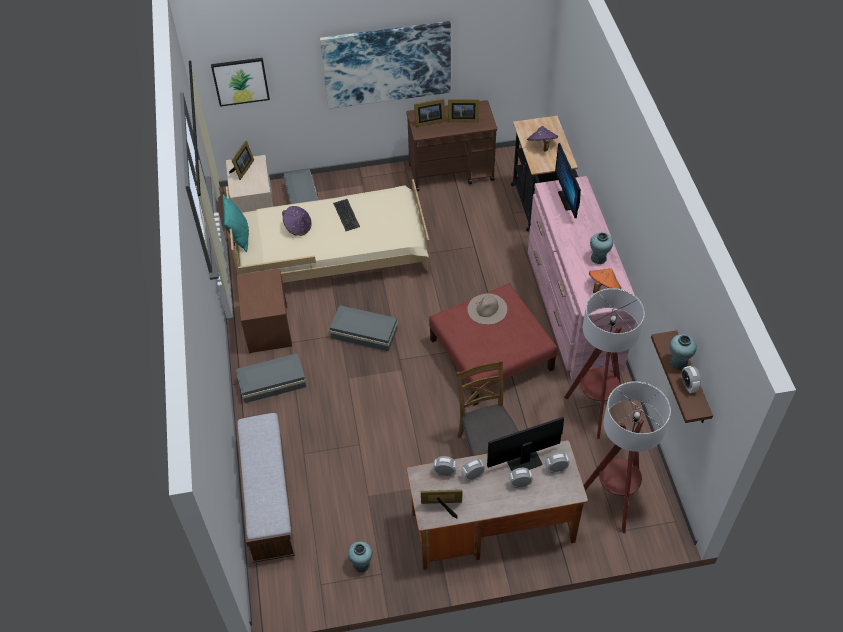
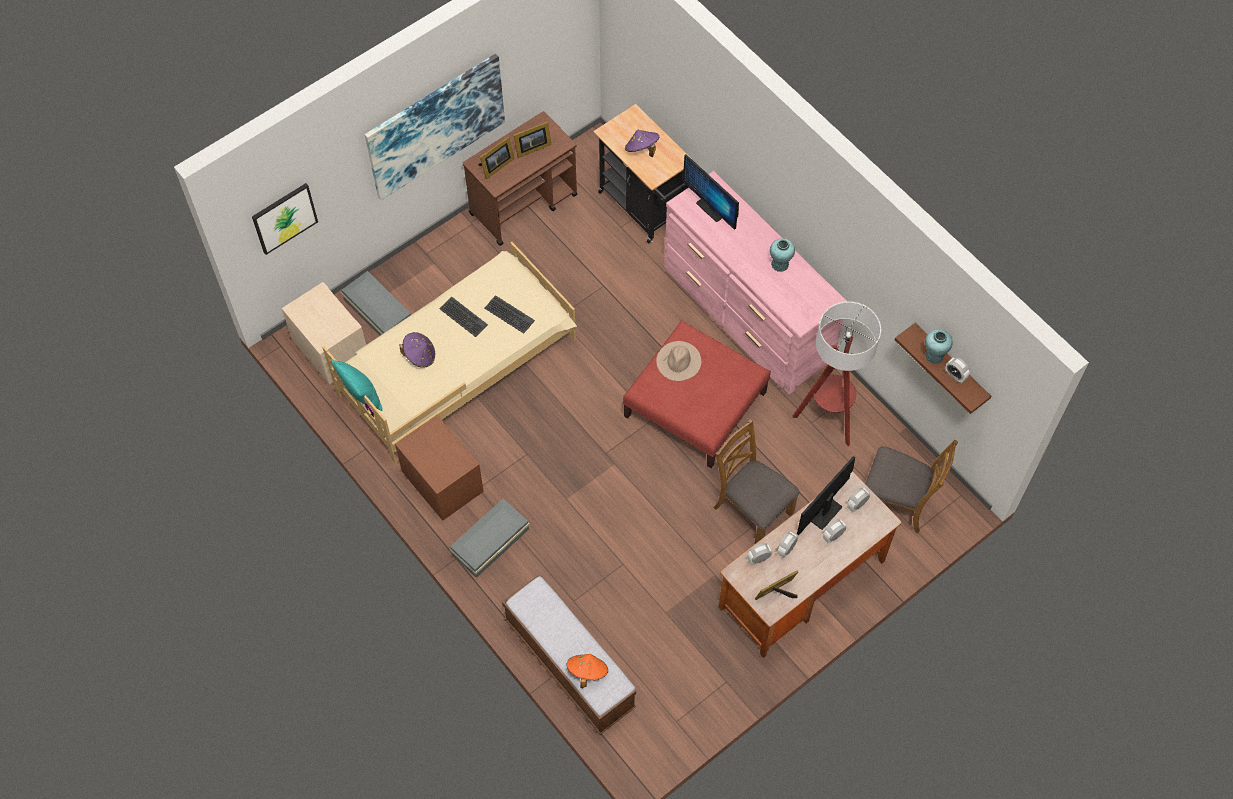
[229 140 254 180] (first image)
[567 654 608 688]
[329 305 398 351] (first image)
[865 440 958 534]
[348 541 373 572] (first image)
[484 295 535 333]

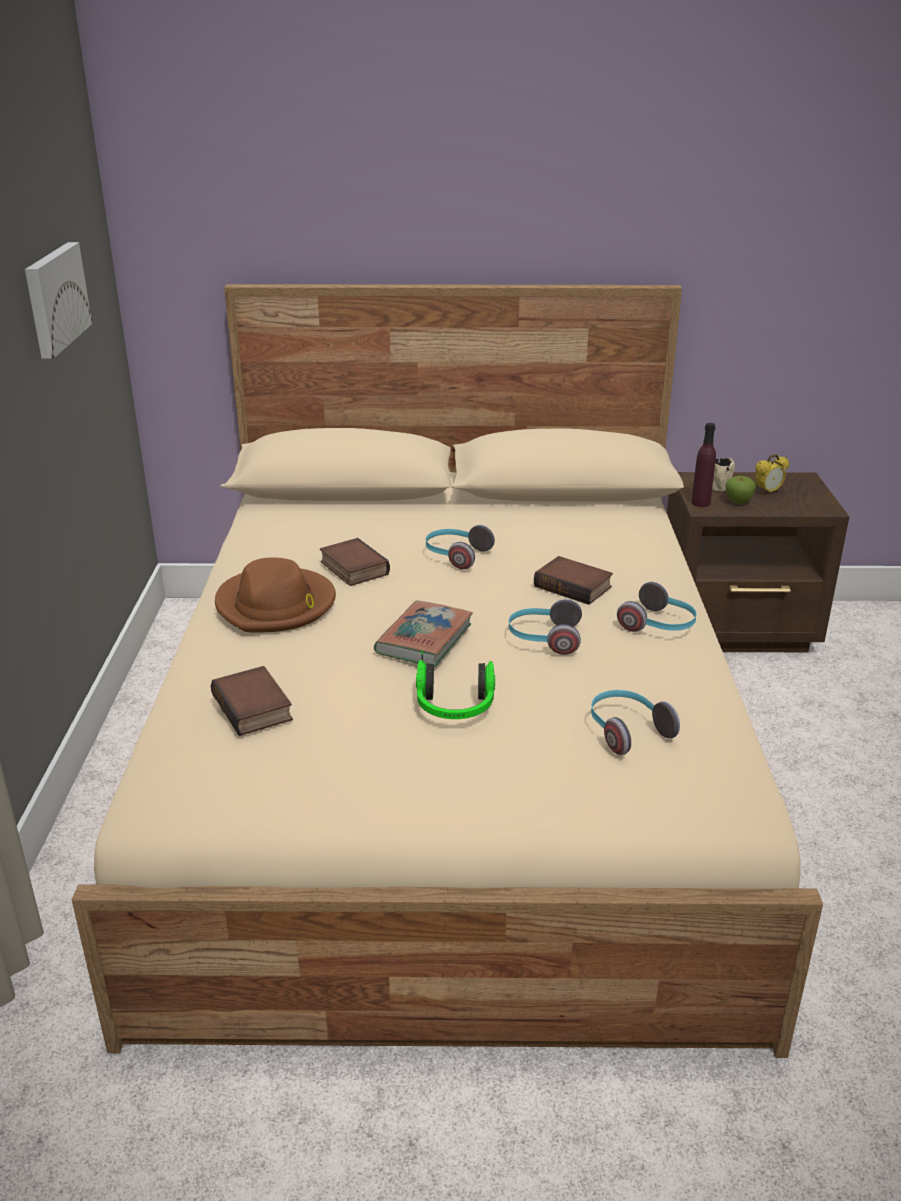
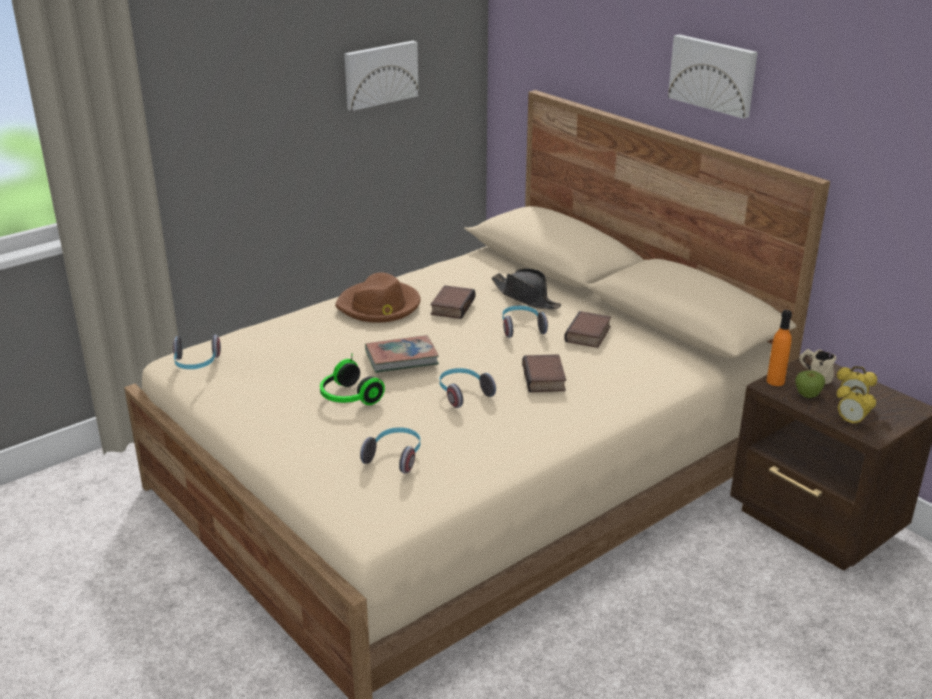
[767 310 792 386]
[173 335 221 369]
[564 311 611 348]
[668 34 758 119]
[491 268 561 310]
[837 386 876 427]

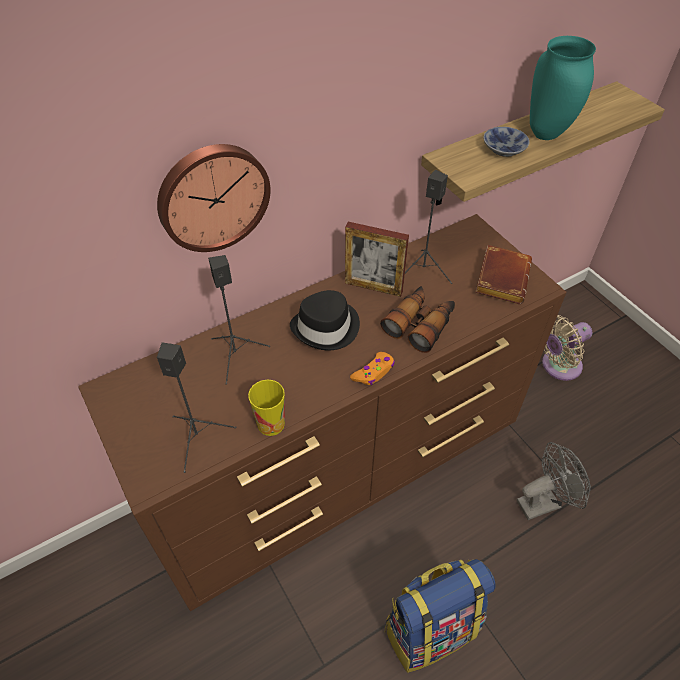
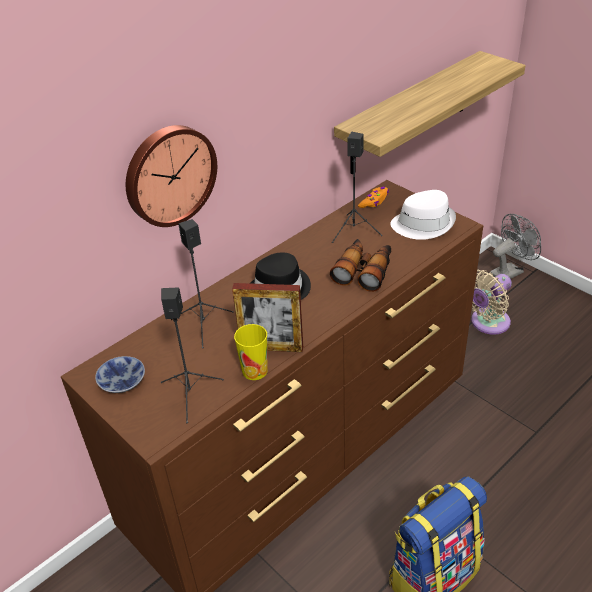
[530 36 596 140] (first image)
[95 356 145 393]
[232 283 303 352]
[390 190 456 240]
[358 187 389 208]
[490 214 541 279]

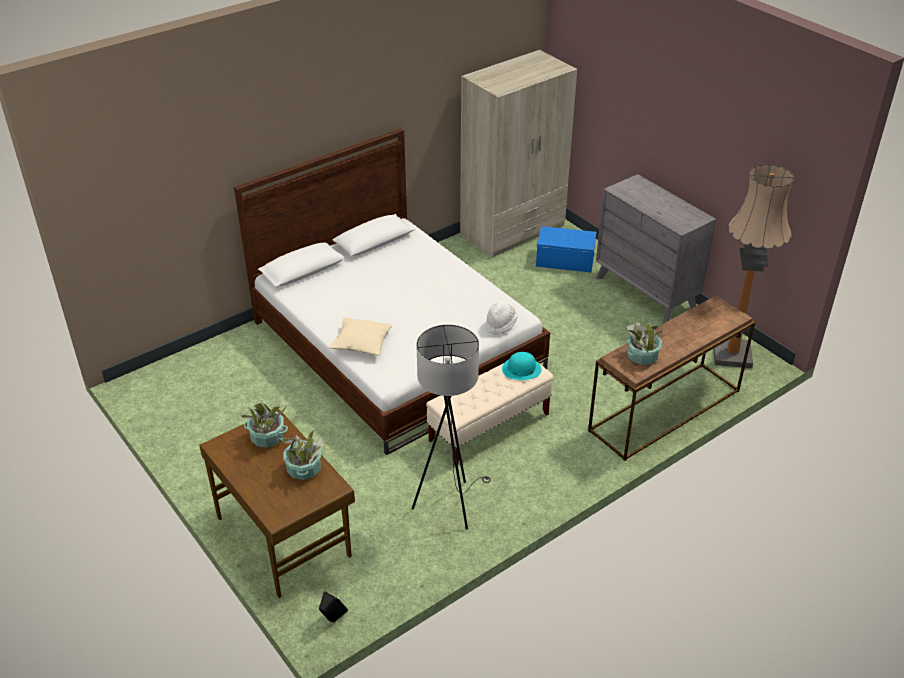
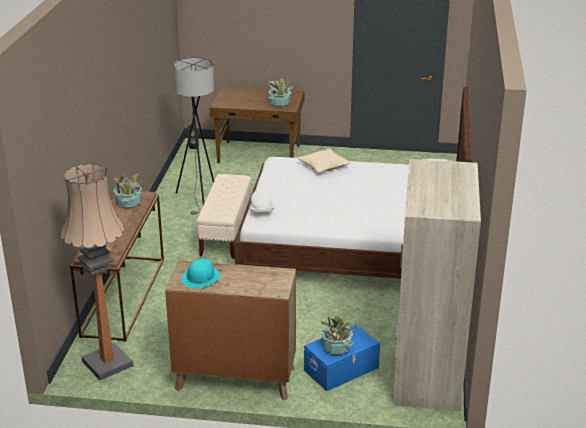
[165 260 296 401]
[181 259 221 288]
[320 316 359 355]

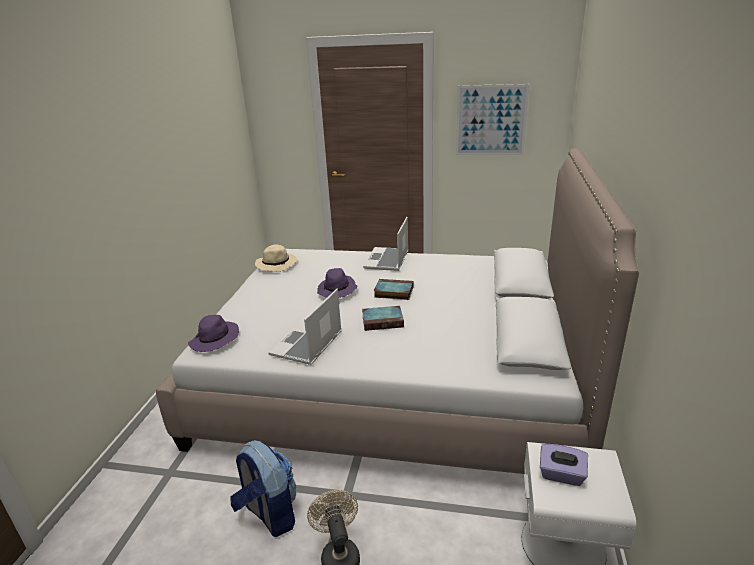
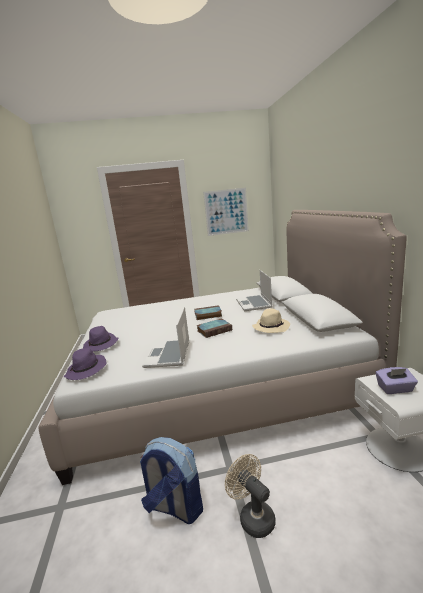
[236 270 272 311]
[252 308 290 333]
[83 326 119 352]

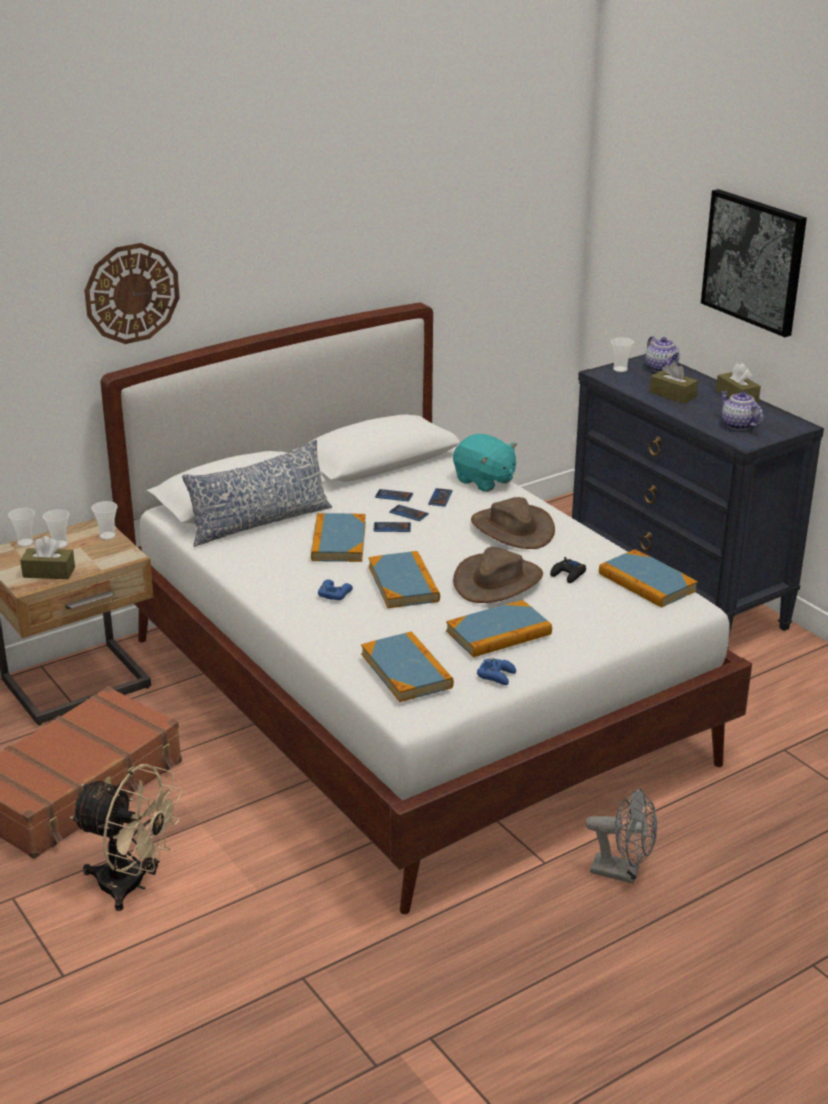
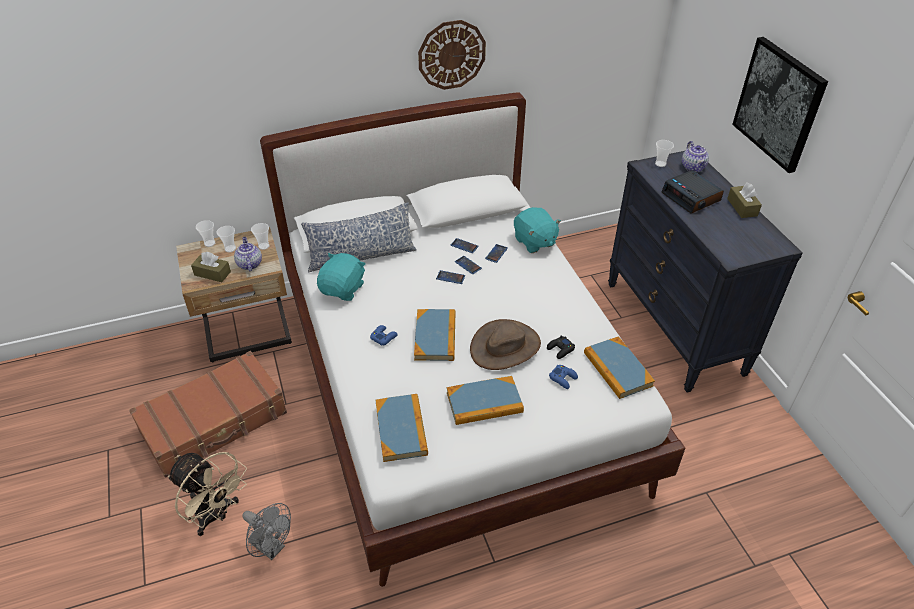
[418 20 486 90]
[661 170 724 214]
[234 237 262 272]
[471 497 555 549] (first image)
[311 513 366 562] (first image)
[549 365 578 389]
[242 503 291 560]
[317 253 365 301]

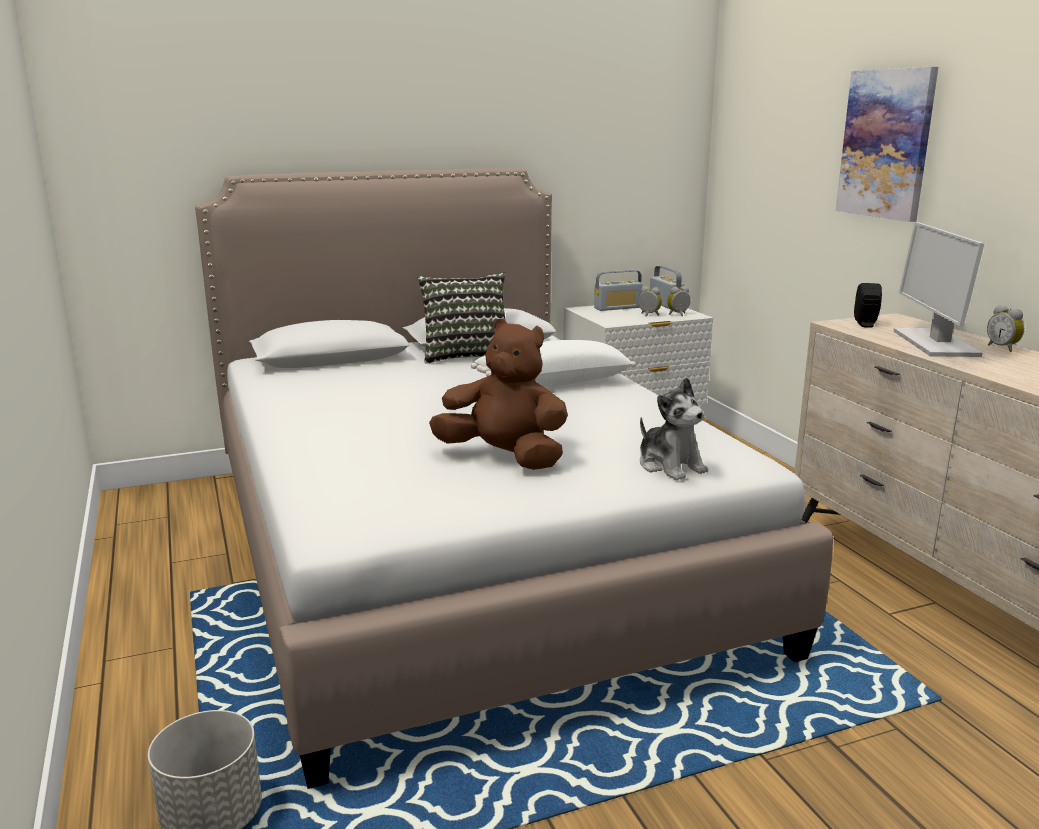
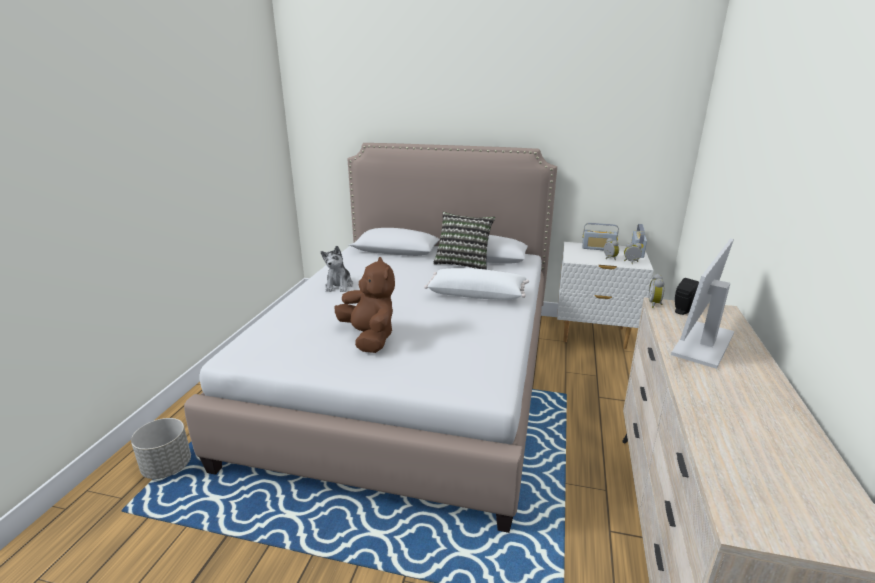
[836 67 938 222] (first image)
[649 274 665 308]
[321 246 353 292]

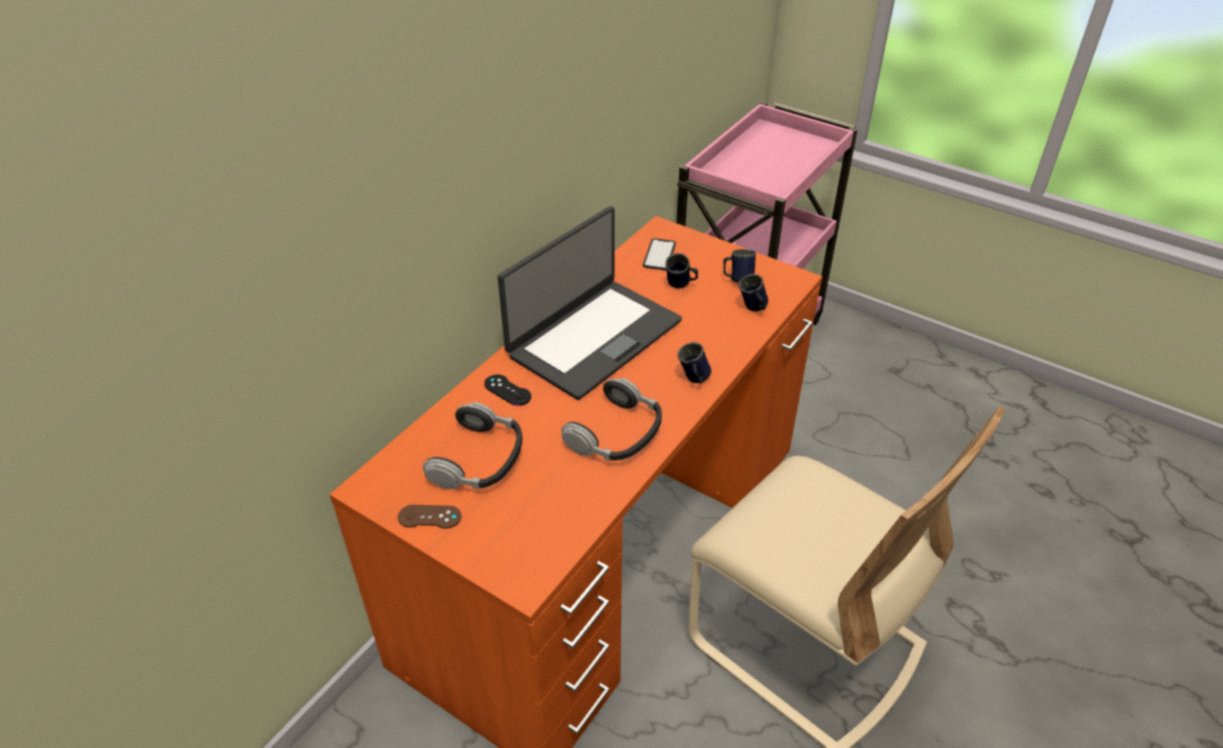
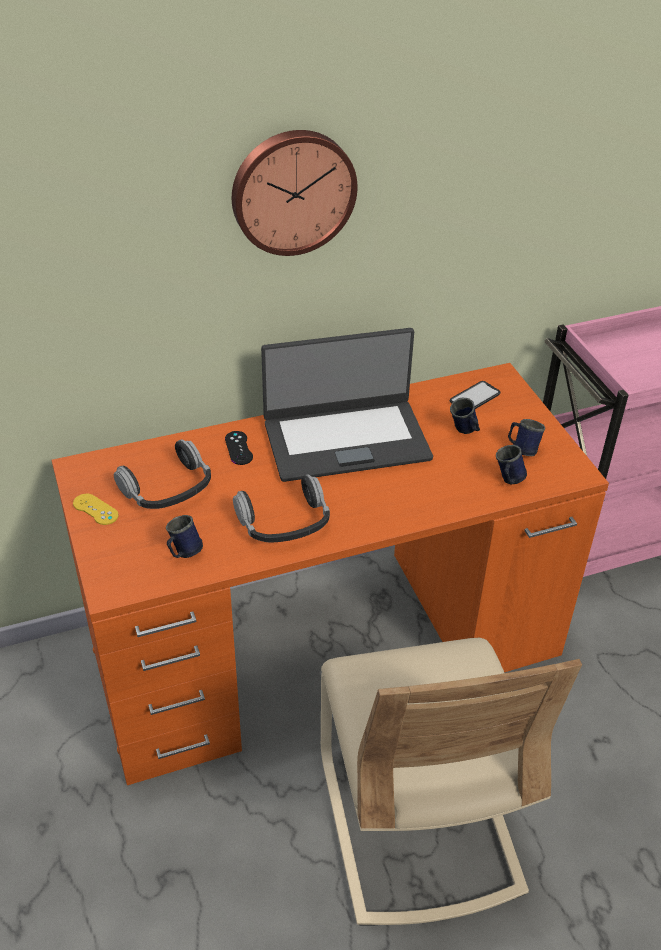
[166 515 203 558]
[73 494 119 525]
[232 130 358 256]

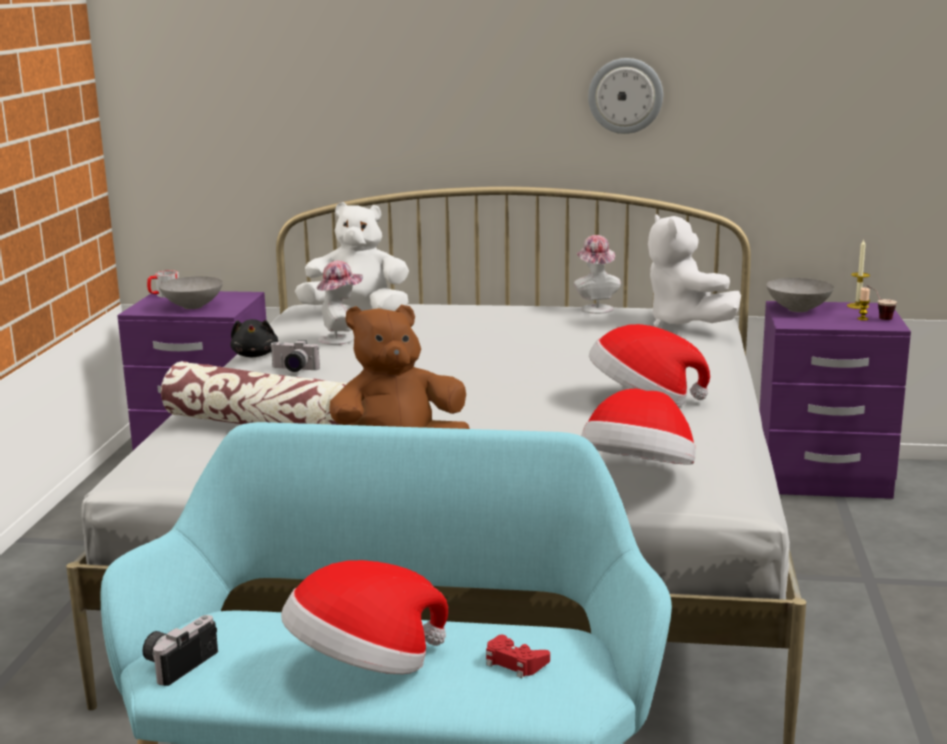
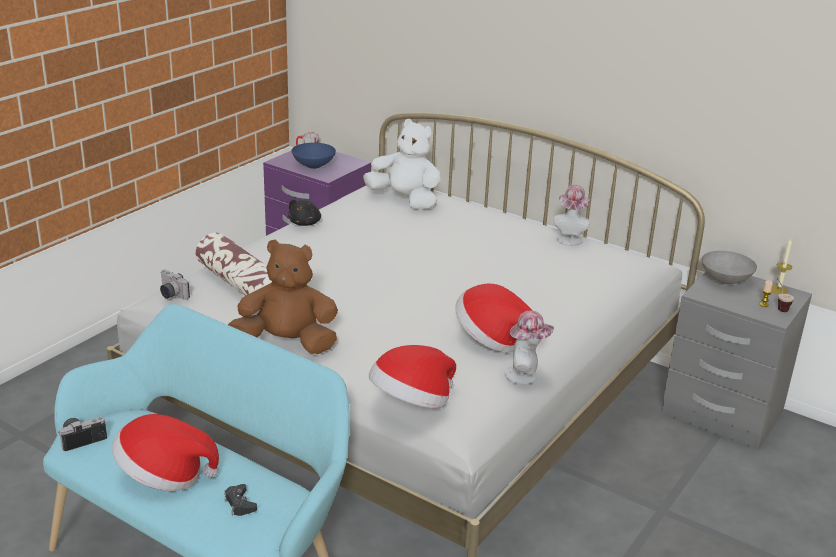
[588 58 663 134] (first image)
[648 214 741 328] (first image)
[505 310 554 384]
[291 143 336 169]
[662 272 812 450]
[160 270 190 300]
[224 484 257 516]

